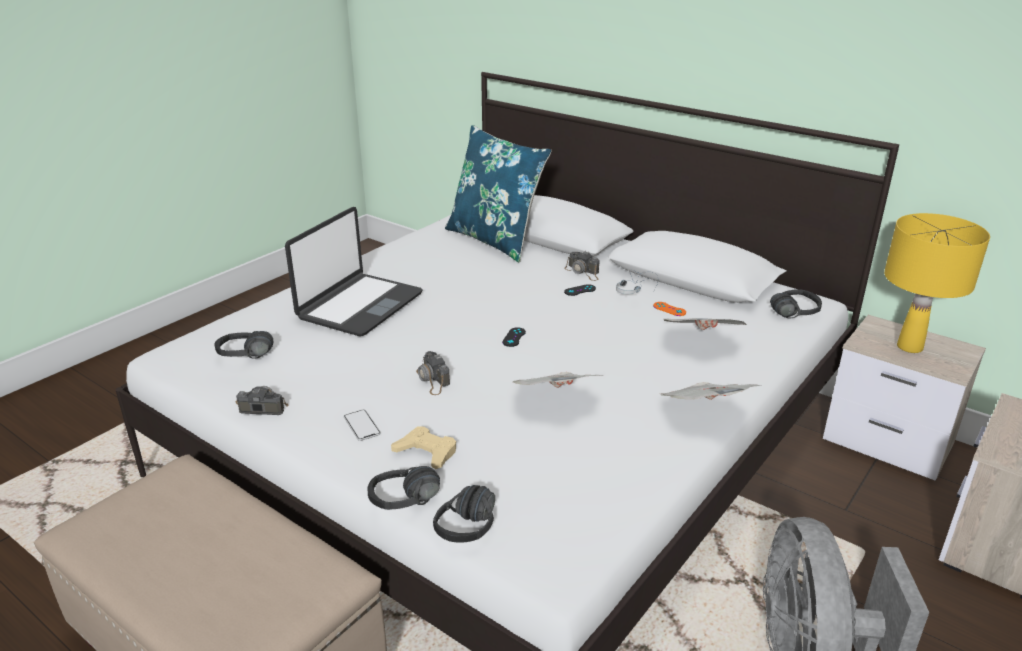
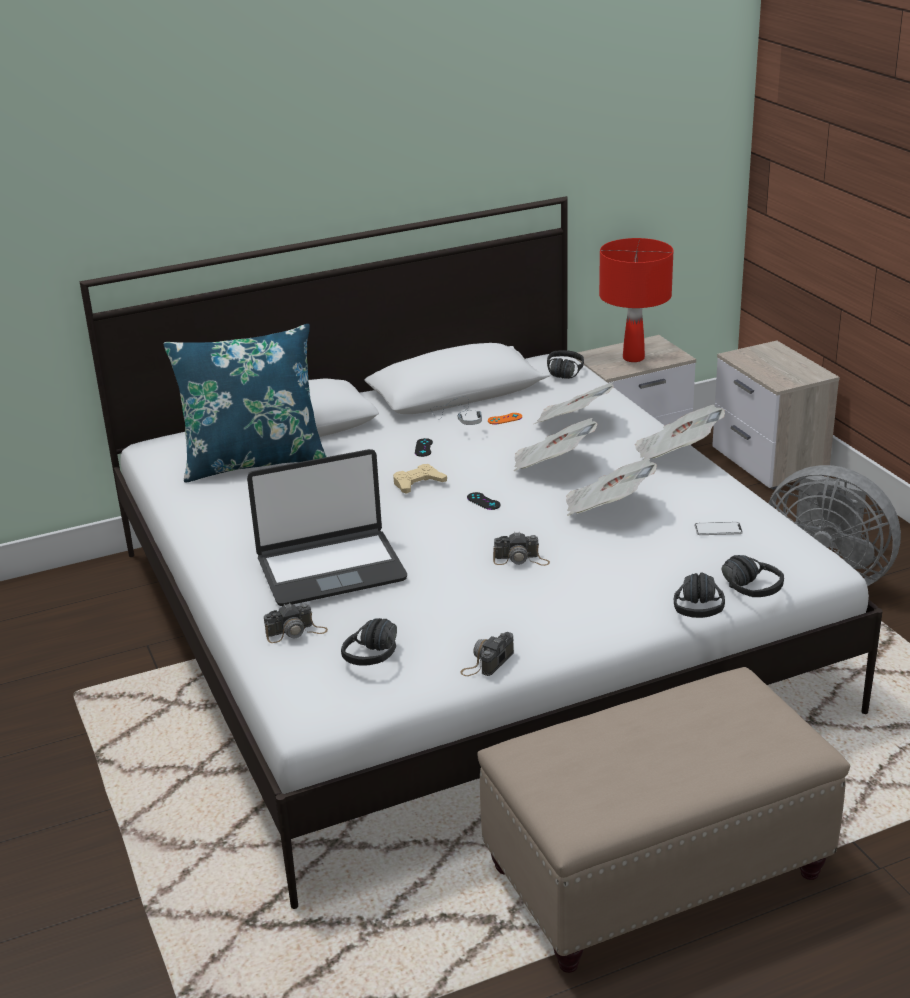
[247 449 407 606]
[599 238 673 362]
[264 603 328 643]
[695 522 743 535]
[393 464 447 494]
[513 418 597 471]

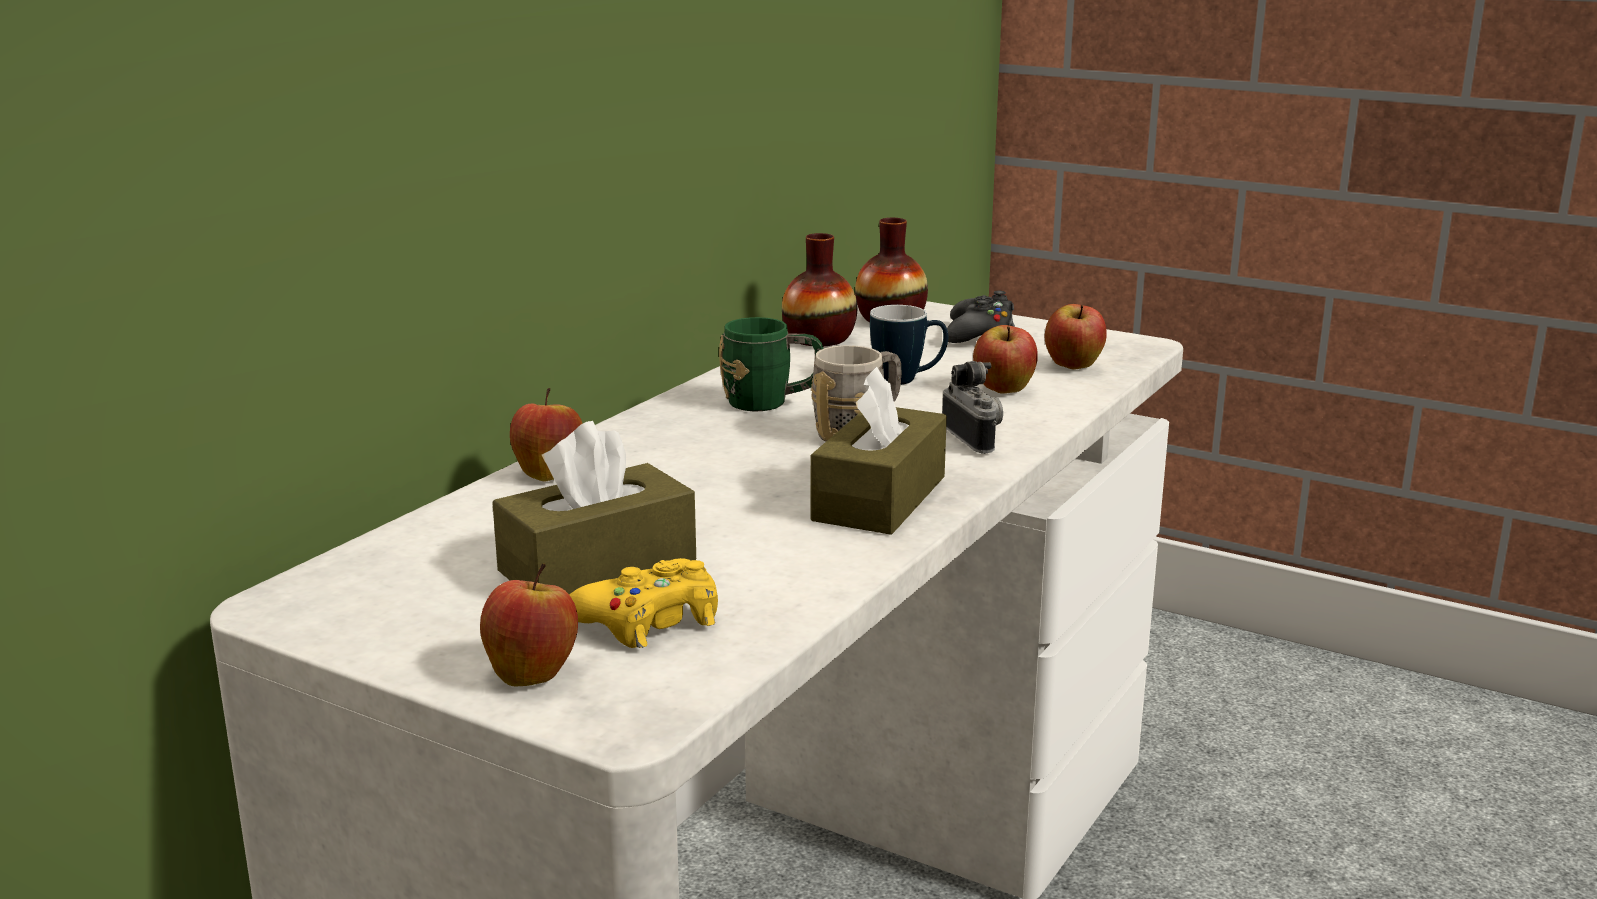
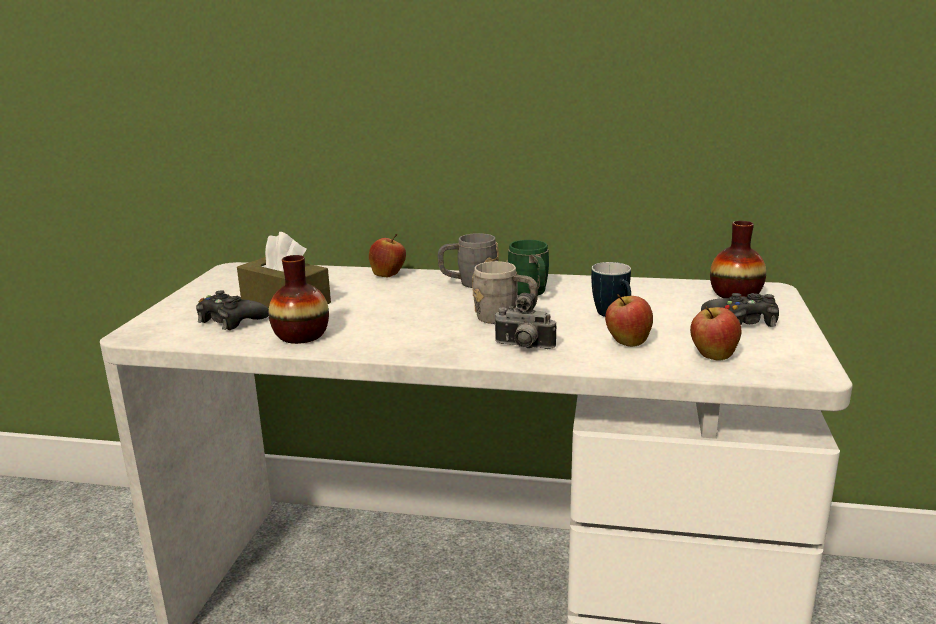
[269 255 329 344]
[493 293 556 349]
[810 366 947 535] (first image)
[196 290 269 330]
[480 564 578 687] (first image)
[438 233 499 288]

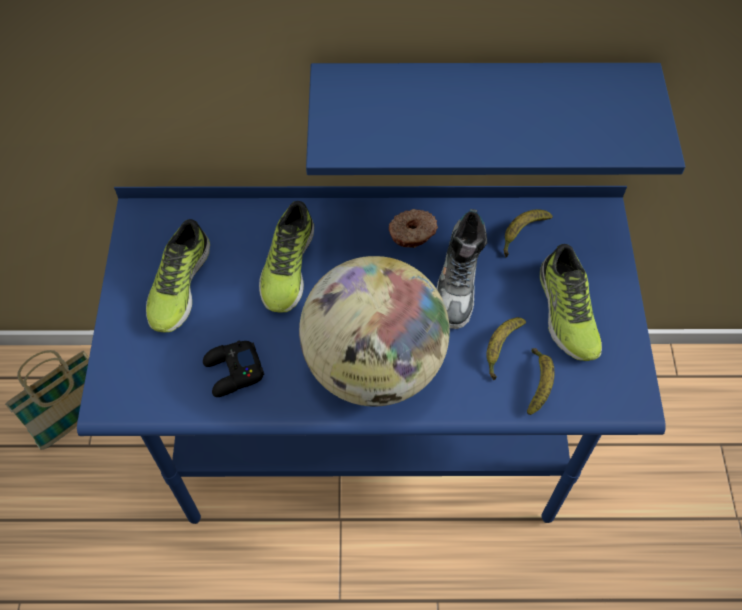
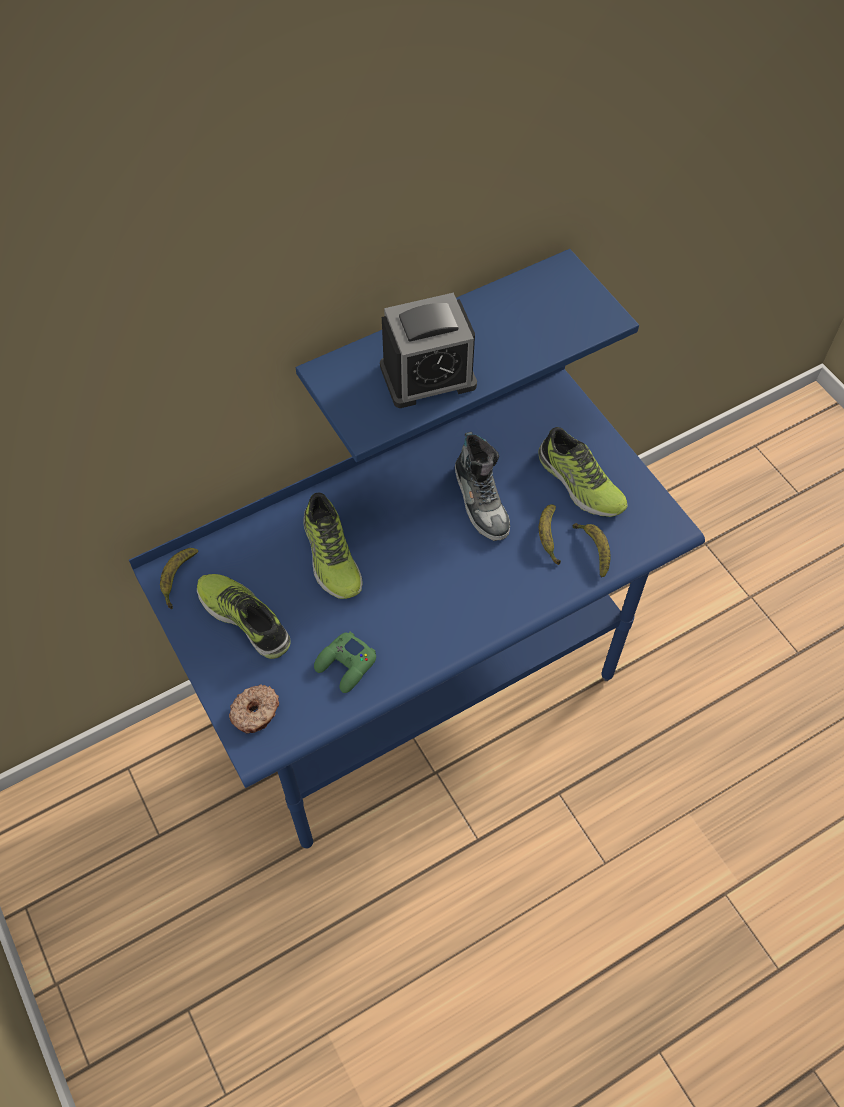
[229 684 279 734]
[160 548 199 609]
[197 574 291 659]
[299 256 450 407] (first image)
[314 632 376 693]
[5 350 89 450] (first image)
[380 293 477 408]

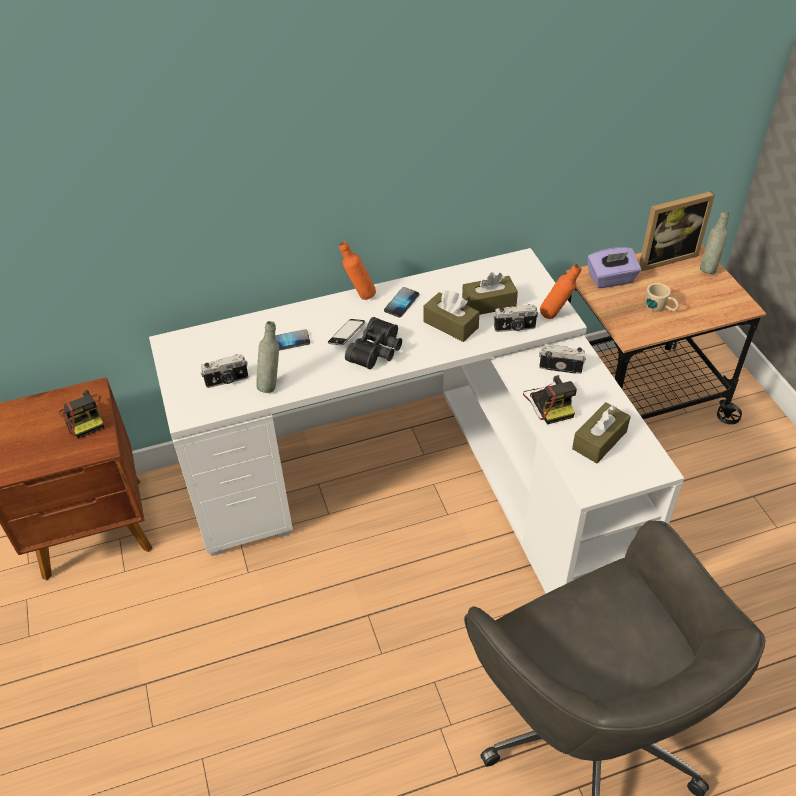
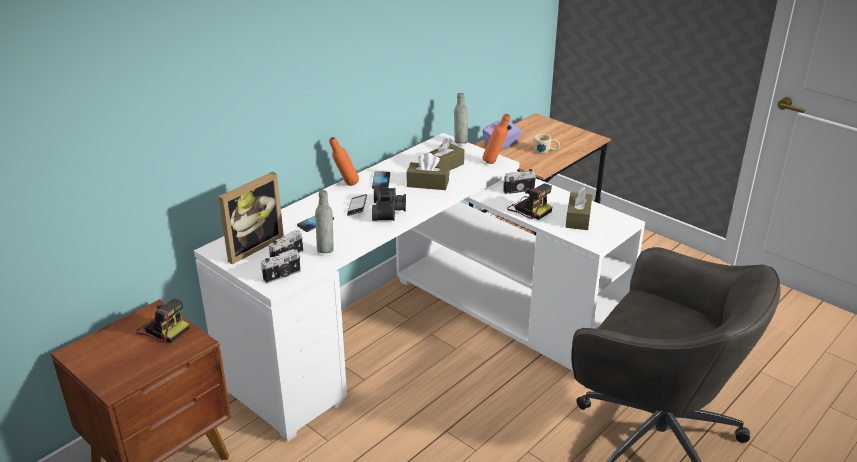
[218 171 284 265]
[454 93 468 144]
[261 249 301 283]

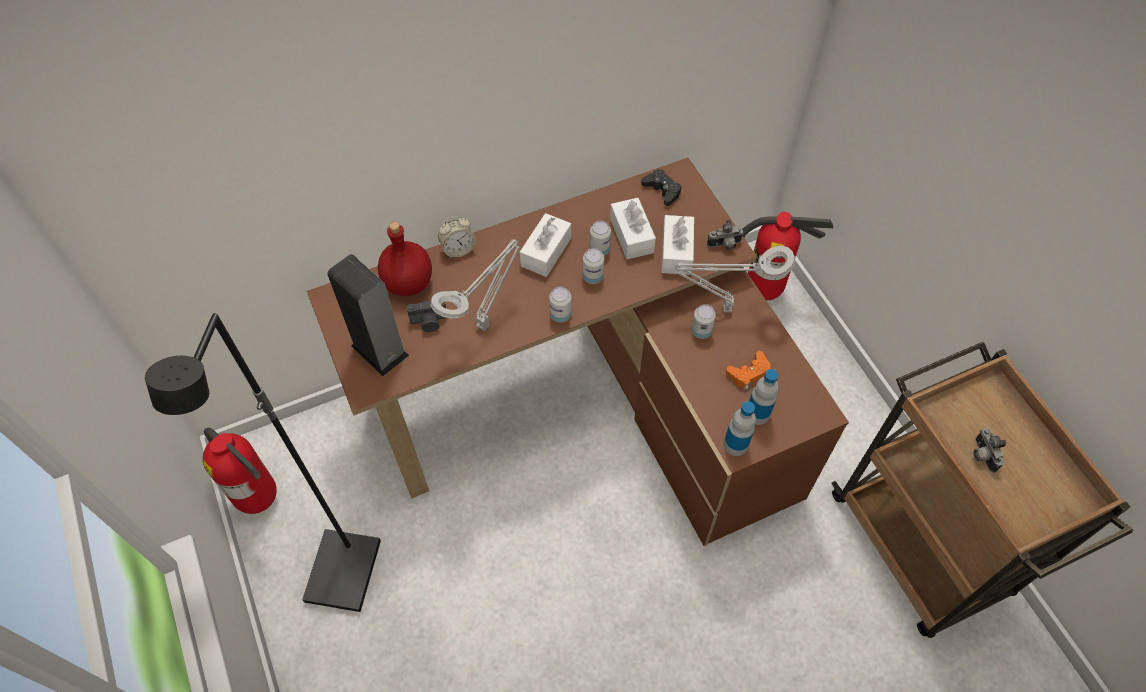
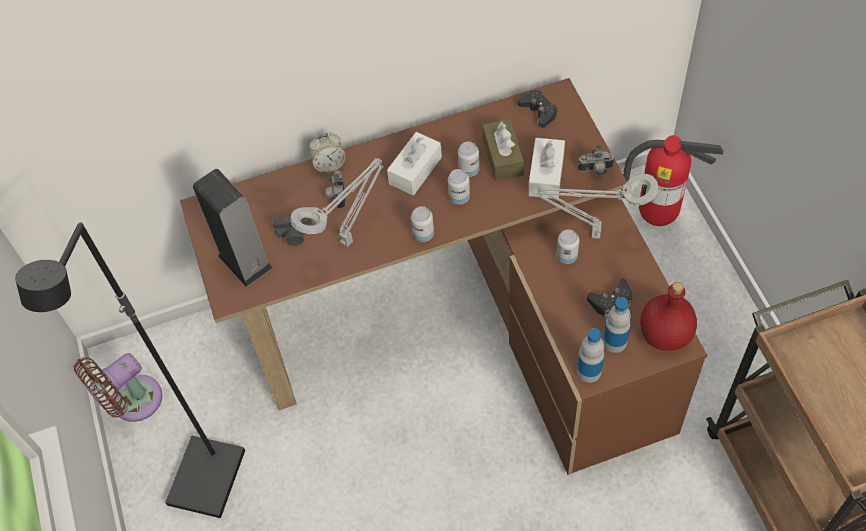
[482 119 524 181]
[640 282 697 351]
[587 279 632 318]
[74 353 162 422]
[325 171 345 209]

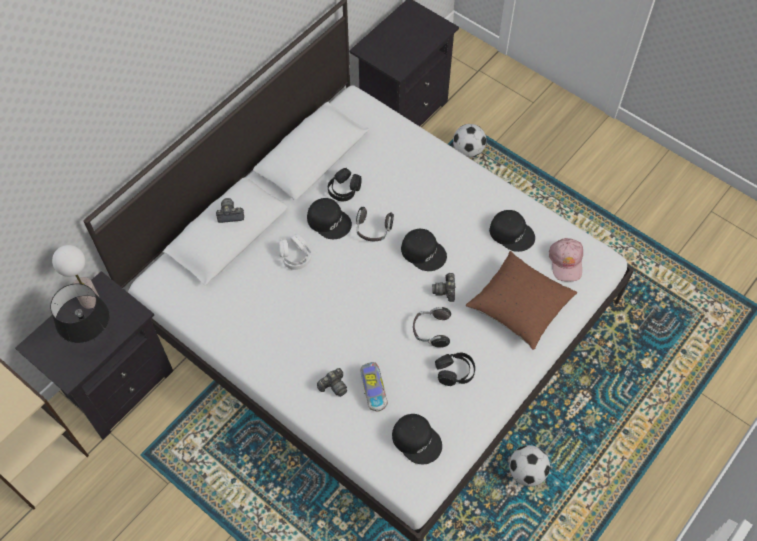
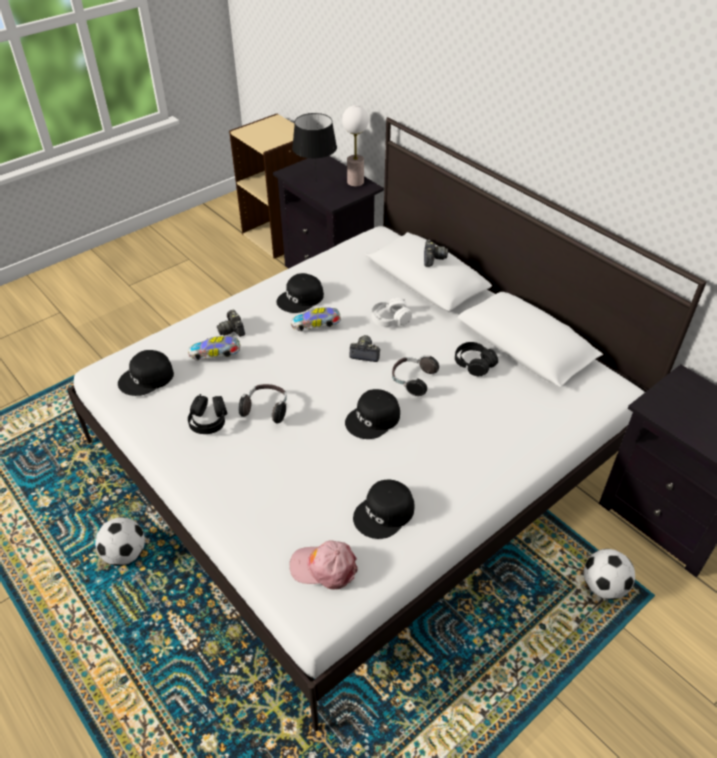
[276 273 324 313]
[466 251 577 350] (first image)
[350 335 381 362]
[291 307 341 331]

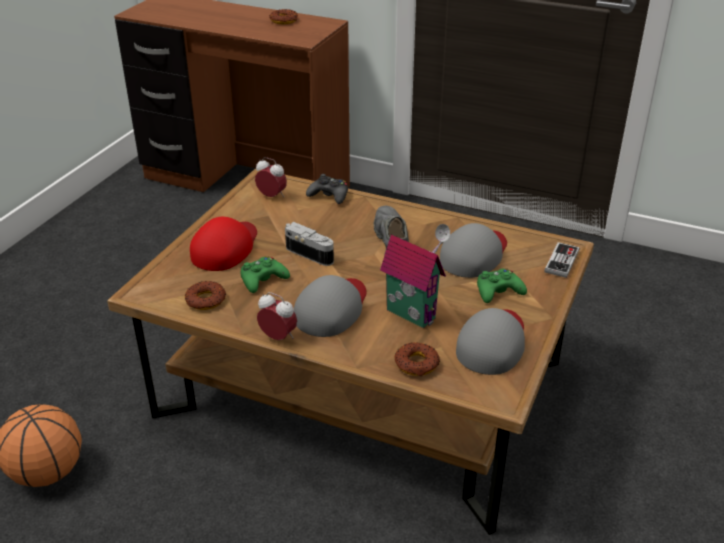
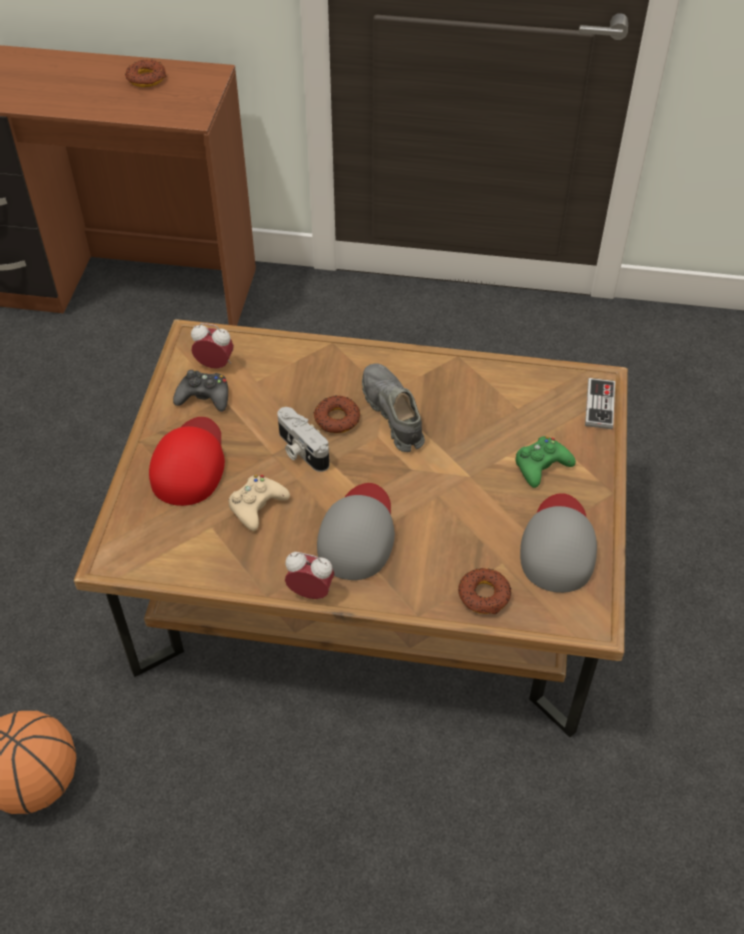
[173 370 228 412]
[277 407 329 472]
[440 223 507 278] (first image)
[380 224 450 328] (first image)
[229 475 290 531]
[314 396 360 433]

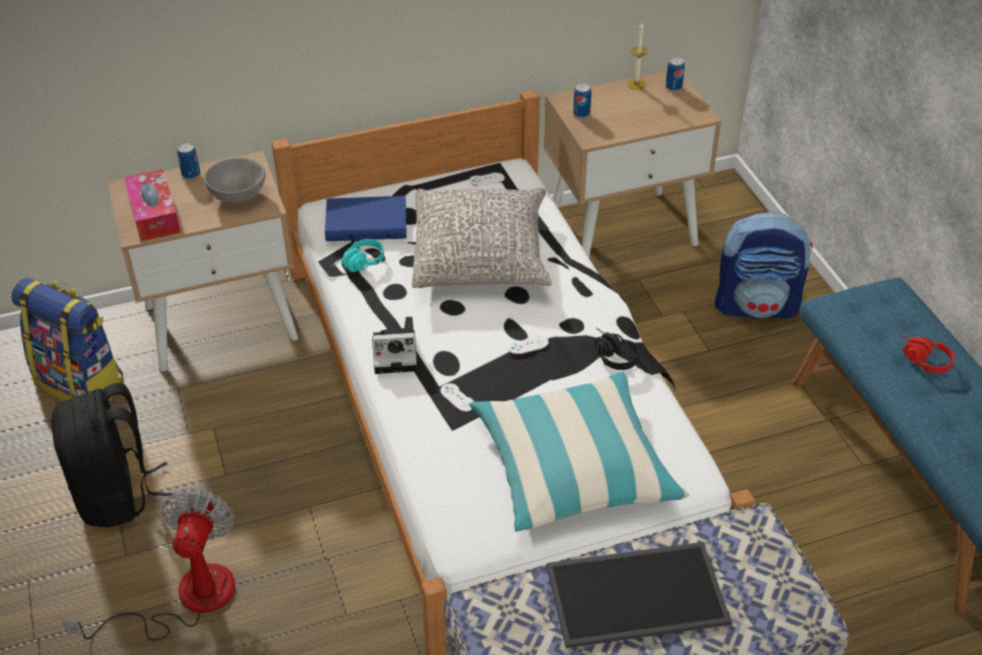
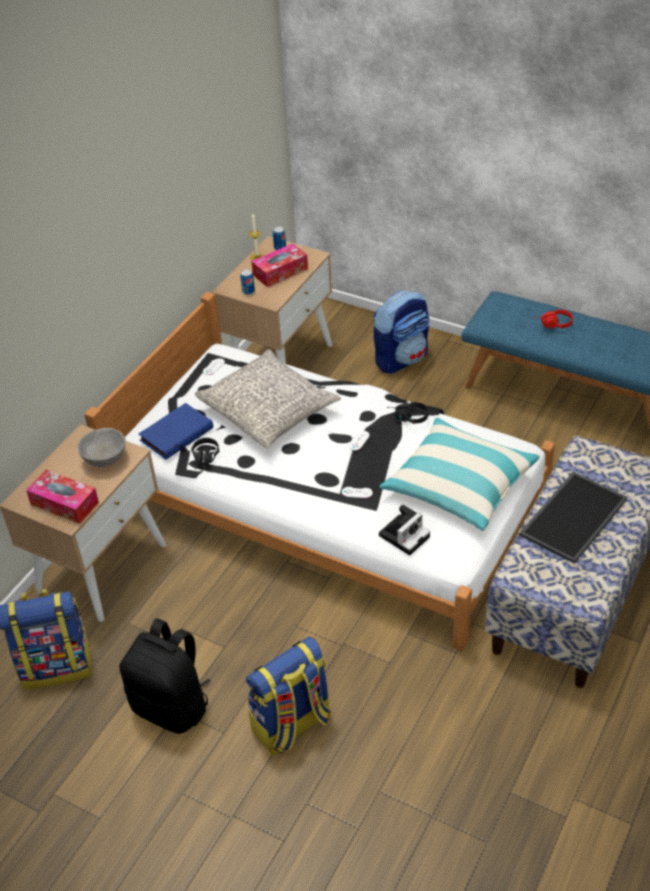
[177 143 200 179] (first image)
[191 438 219 469]
[379 504 430 555]
[246 637 331 755]
[251 243 308 287]

